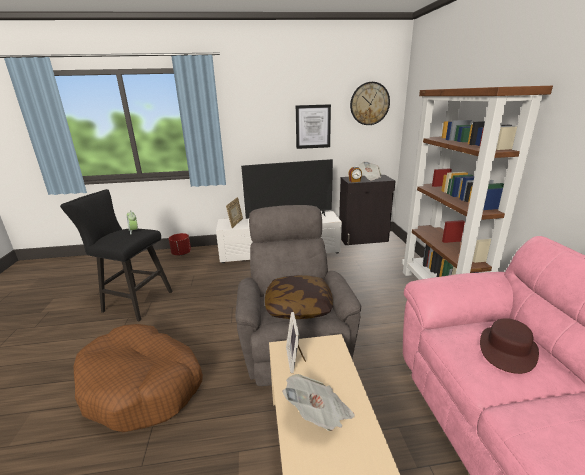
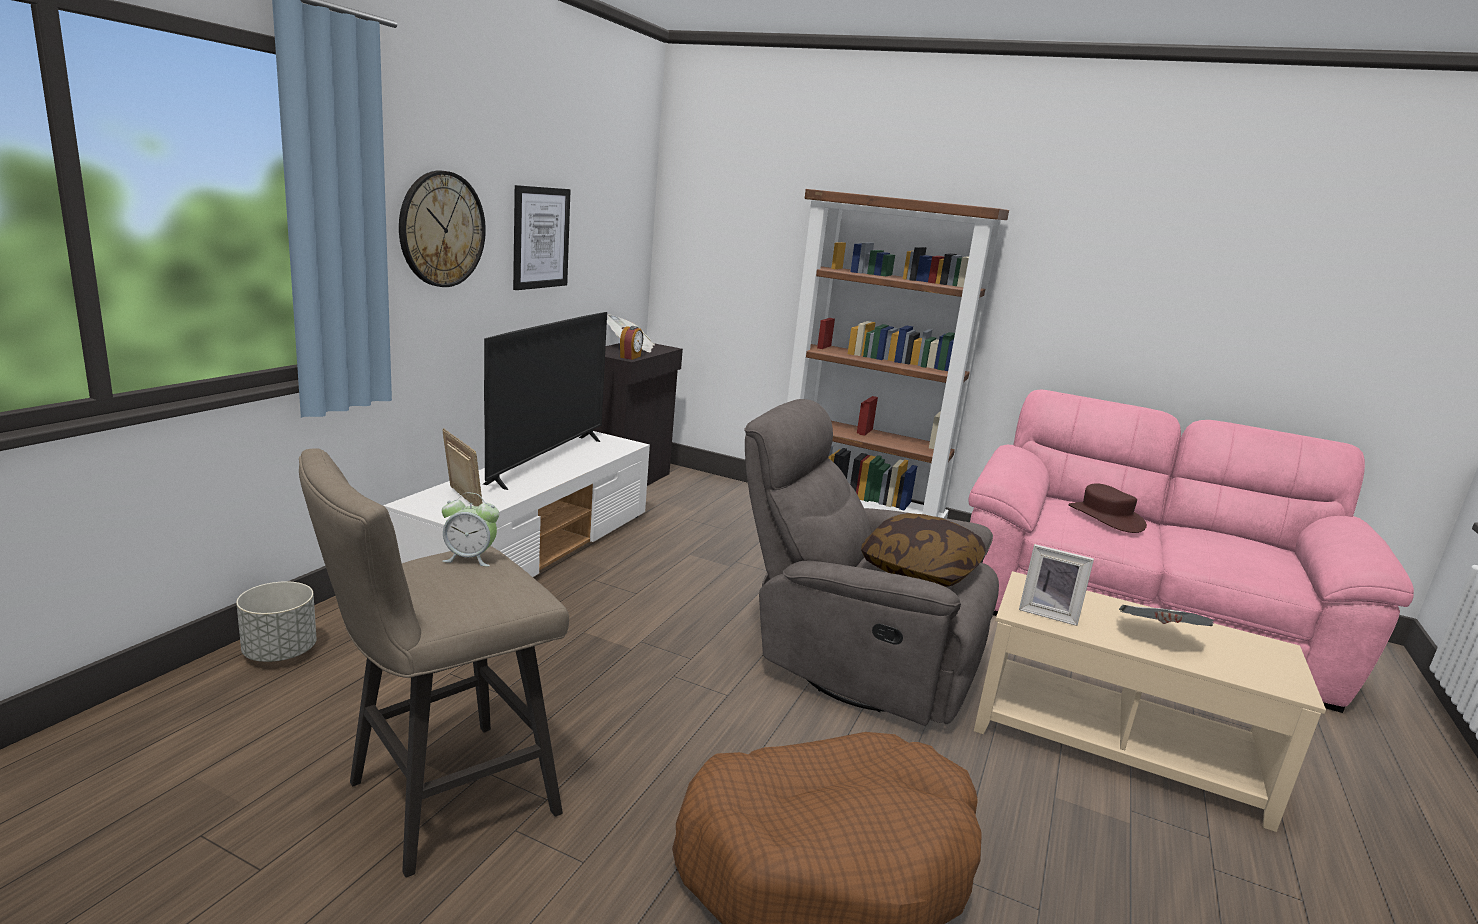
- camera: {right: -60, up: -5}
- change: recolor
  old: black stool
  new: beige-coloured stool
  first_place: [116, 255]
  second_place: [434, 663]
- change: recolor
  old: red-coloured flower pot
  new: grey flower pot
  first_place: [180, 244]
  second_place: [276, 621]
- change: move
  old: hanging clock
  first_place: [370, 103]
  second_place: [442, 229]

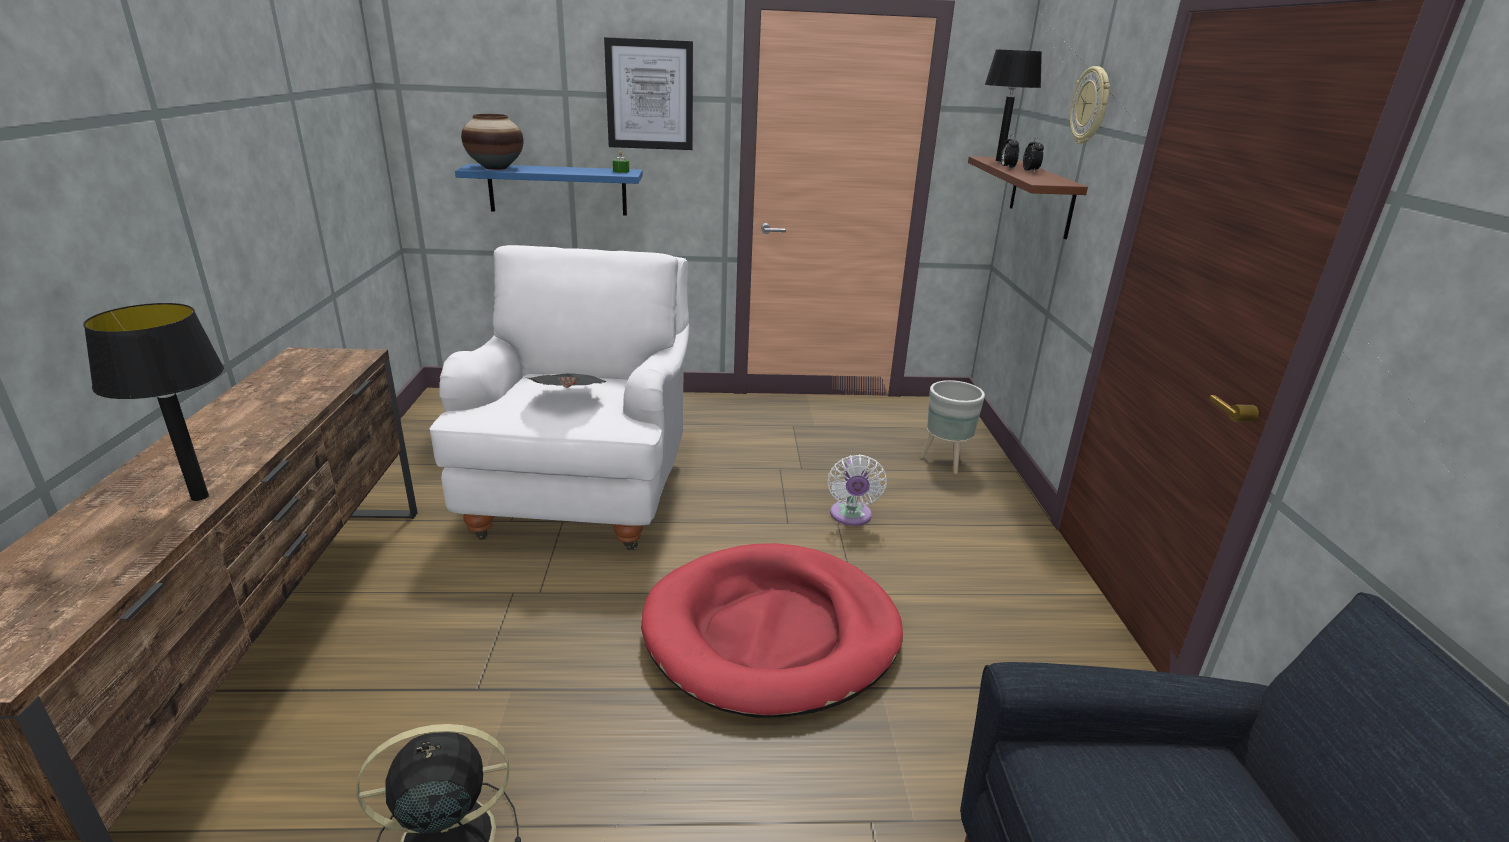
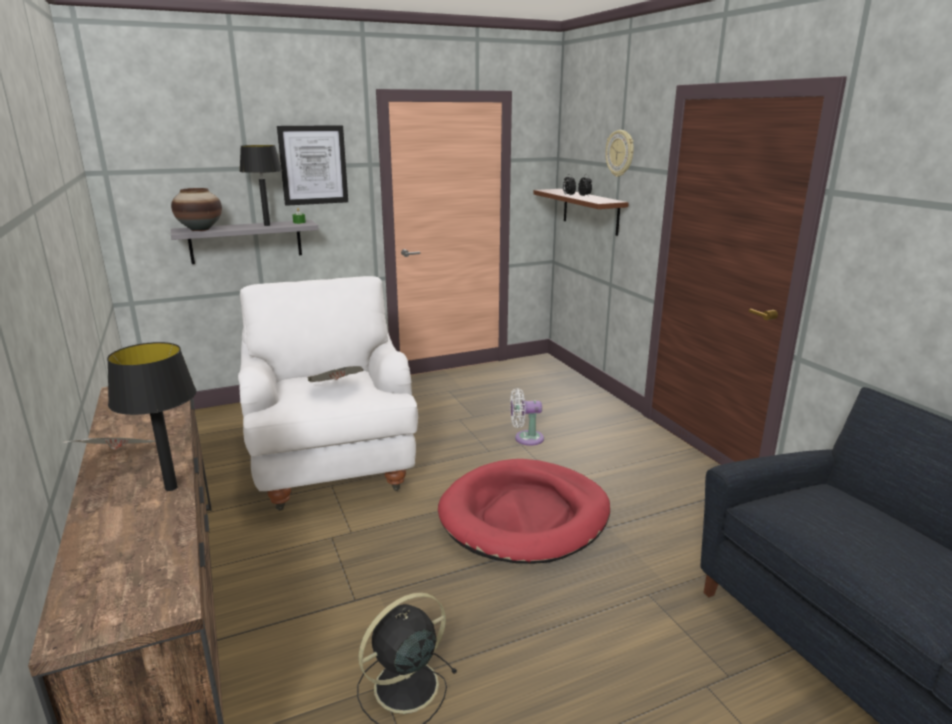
- camera: {right: -20, up: -5}
- change: recolor
  old: blue-coloured bracket shelf
  new: grey bracket shelf
  first_place: [549, 190]
  second_place: [245, 242]
- change: rotate
  old: white electric fan
  first_place: [857, 490]
  second_place: [527, 417]
  degrees: 105
- change: delete
  old: grey flower pot
  first_place: [952, 427]
- change: move
  old: black lamp for a table
  first_place: [1013, 105]
  second_place: [260, 185]
- change: insert
  new: daily paper
  second_place: [109, 444]

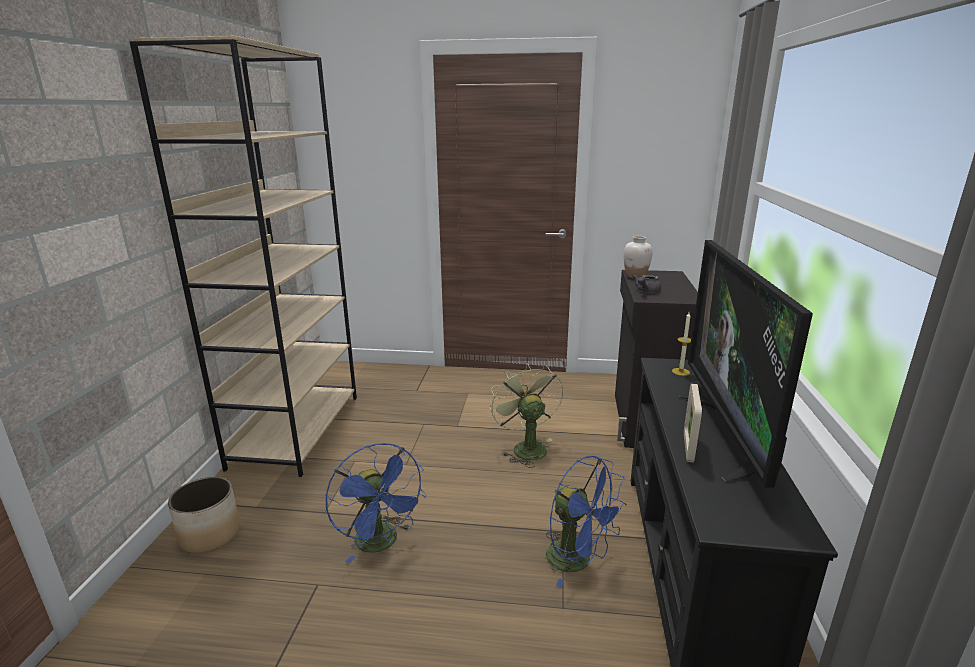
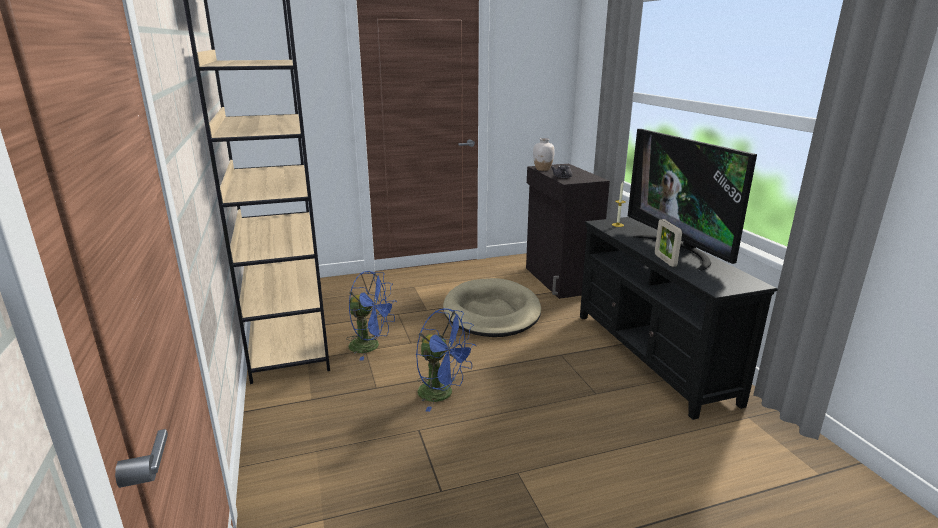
- camera: {right: -25, up: 0}
- change: delete
  old: flower pot
  first_place: [204, 515]
- change: replace
  old: green electric fan
  new: beige-coloured dog cushion
  first_place: [526, 415]
  second_place: [492, 307]
- change: move
  old: blue-coloured electric fan
  first_place: [586, 522]
  second_place: [371, 316]

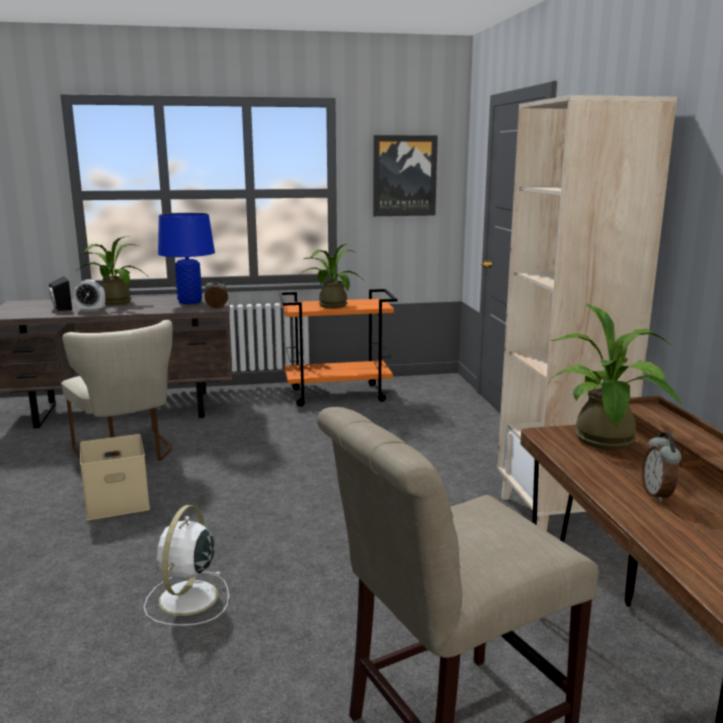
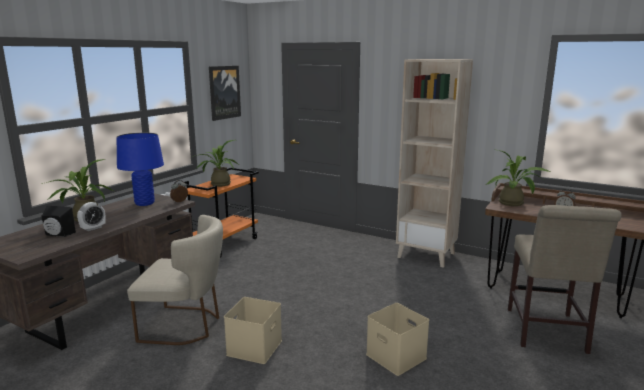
- camera: {right: -50, up: 0}
- change: replace
  old: white electric fan
  new: beige-coloured storage bin
  first_place: [186, 565]
  second_place: [397, 339]

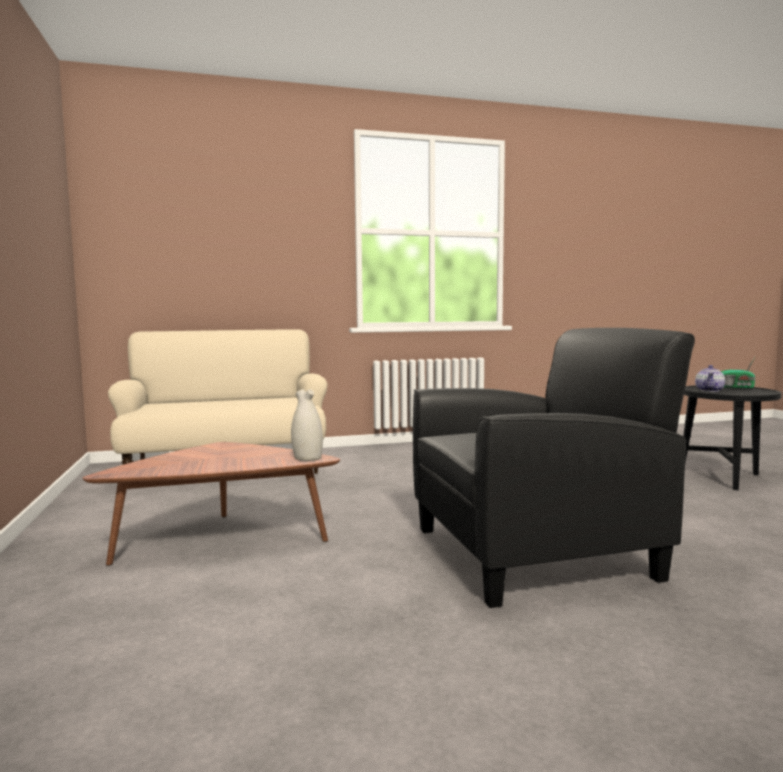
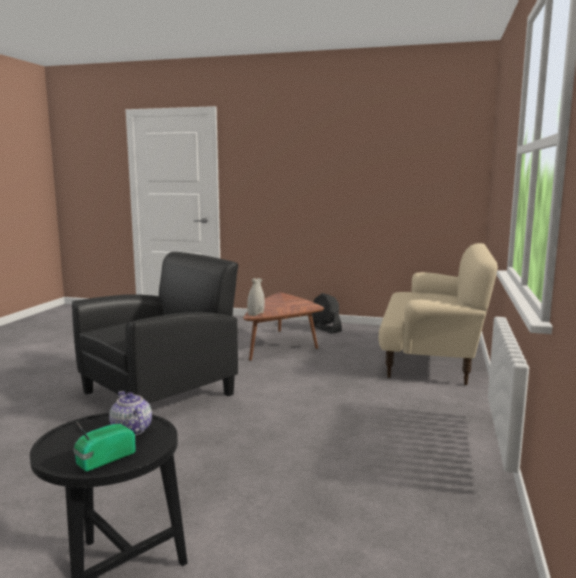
- camera: {right: 120, up: 5}
- change: rotate
  old: black lounge chair
  first_place: [554, 468]
  second_place: [155, 327]
  degrees: -150
- change: insert
  new: black electric fan
  second_place: [327, 313]

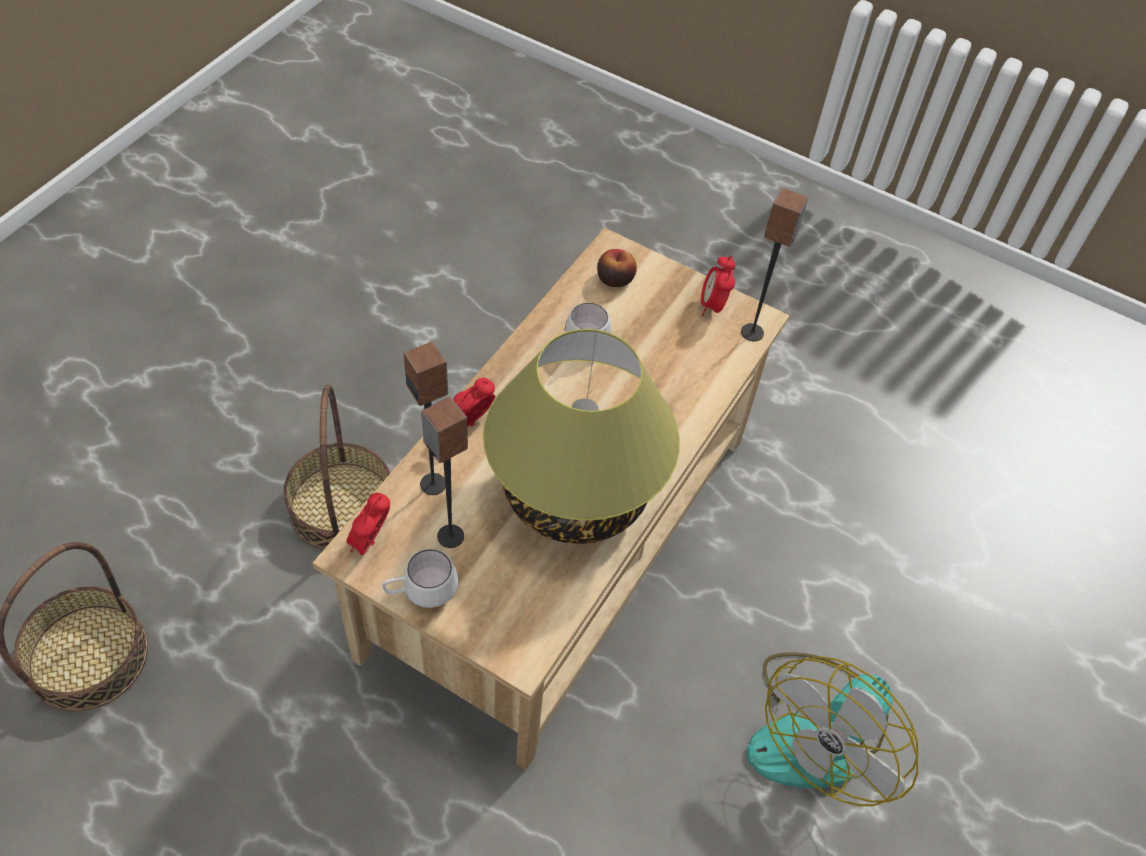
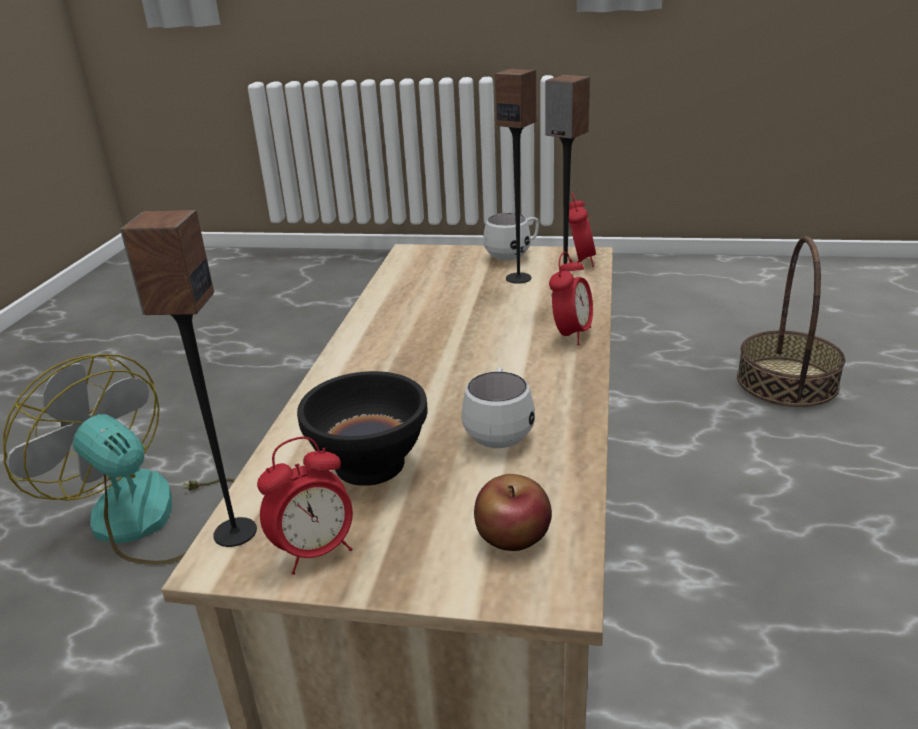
- camera: {right: 165, up: -25}
- change: delete
  old: basket
  first_place: [337, 467]
- change: delete
  old: lamp for a table
  first_place: [581, 436]
- change: rotate
  old: bedside clock
  first_place: [718, 286]
  second_place: [305, 506]
  degrees: 75
- change: rotate
  old: electric fan
  first_place: [832, 729]
  second_place: [119, 459]
  degrees: -75
- change: insert
  new: black deep dish
  second_place: [362, 428]

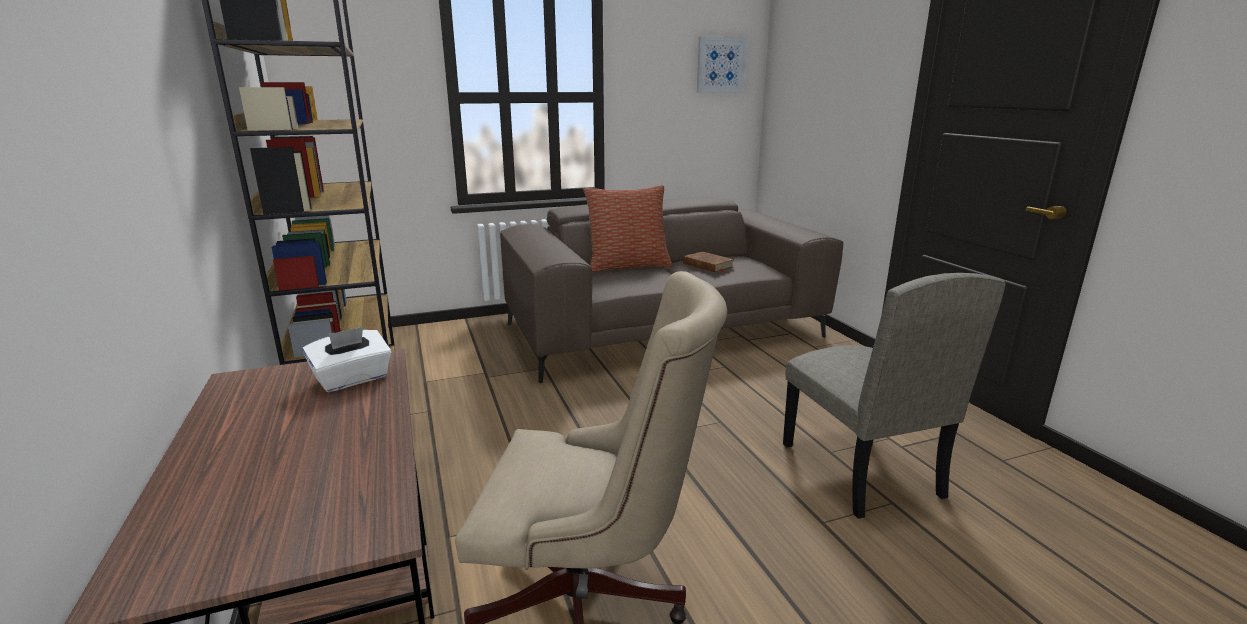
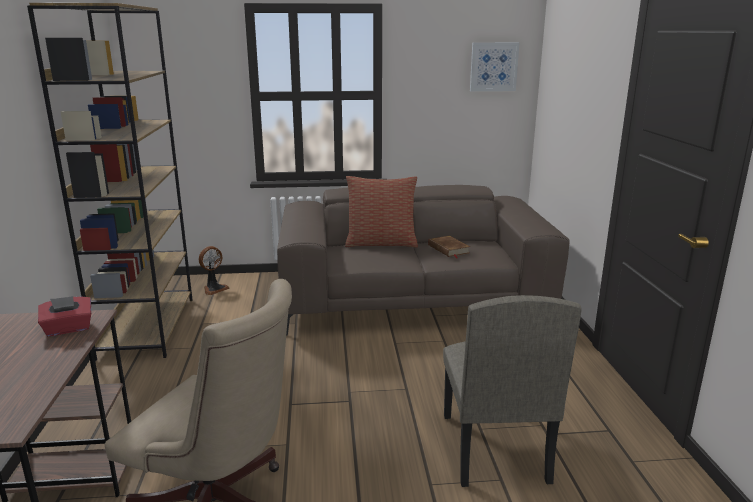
- camera: {right: 15, up: 0}
- change: recolor
  old: white tissue box
  new: red-coloured tissue box
  first_place: [347, 359]
  second_place: [64, 316]
- change: insert
  new: electric fan
  second_place: [214, 270]

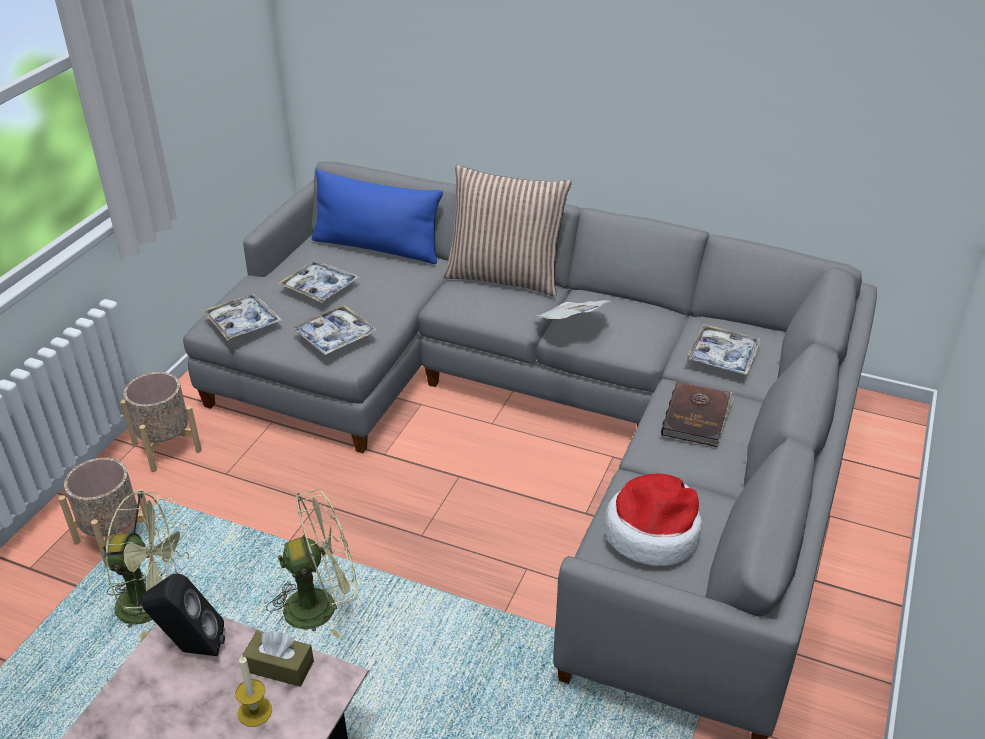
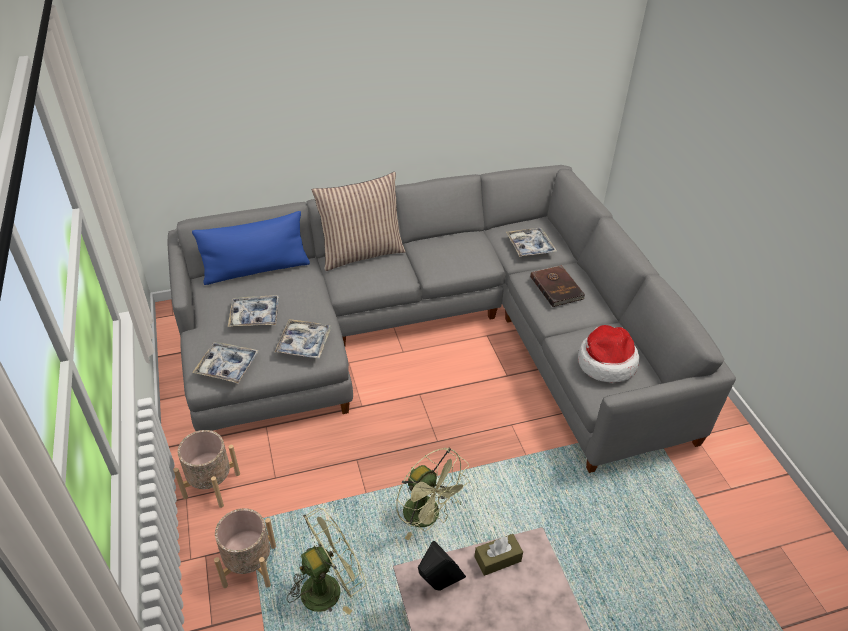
- camera: {right: -40, up: 5}
- change: delete
  old: wax candle
  first_place: [253, 690]
- change: rotate
  old: green electric fan
  first_place: [312, 564]
  second_place: [433, 493]
  degrees: 105
- change: delete
  old: daily paper
  first_place: [573, 309]

